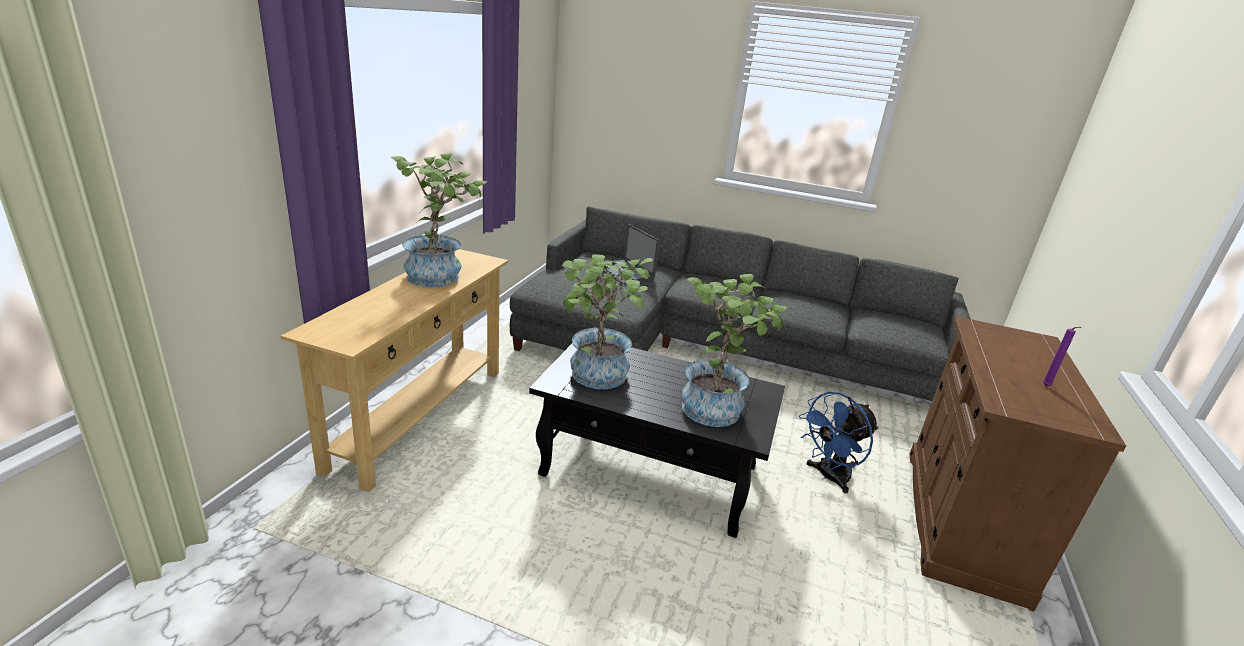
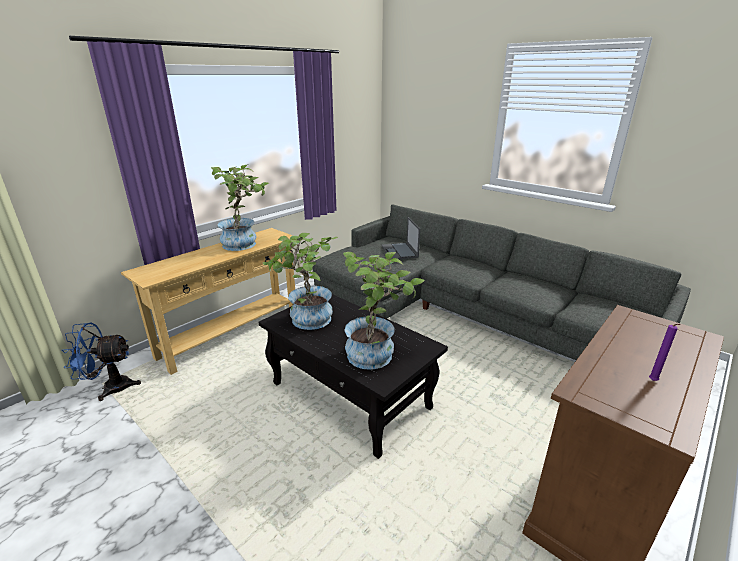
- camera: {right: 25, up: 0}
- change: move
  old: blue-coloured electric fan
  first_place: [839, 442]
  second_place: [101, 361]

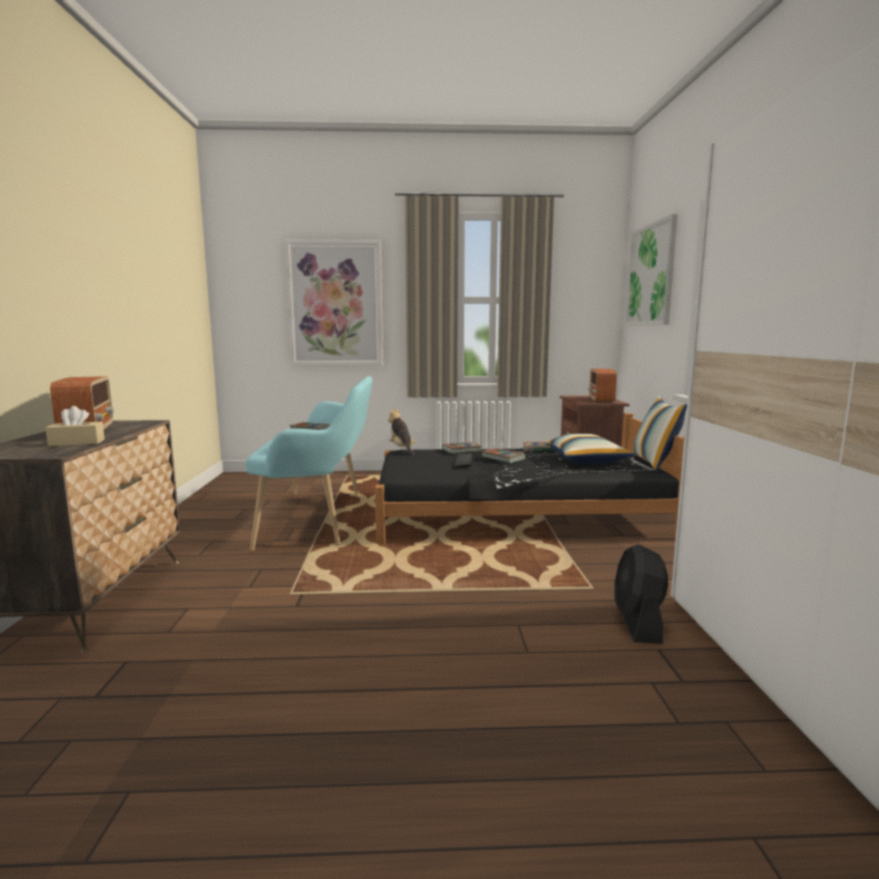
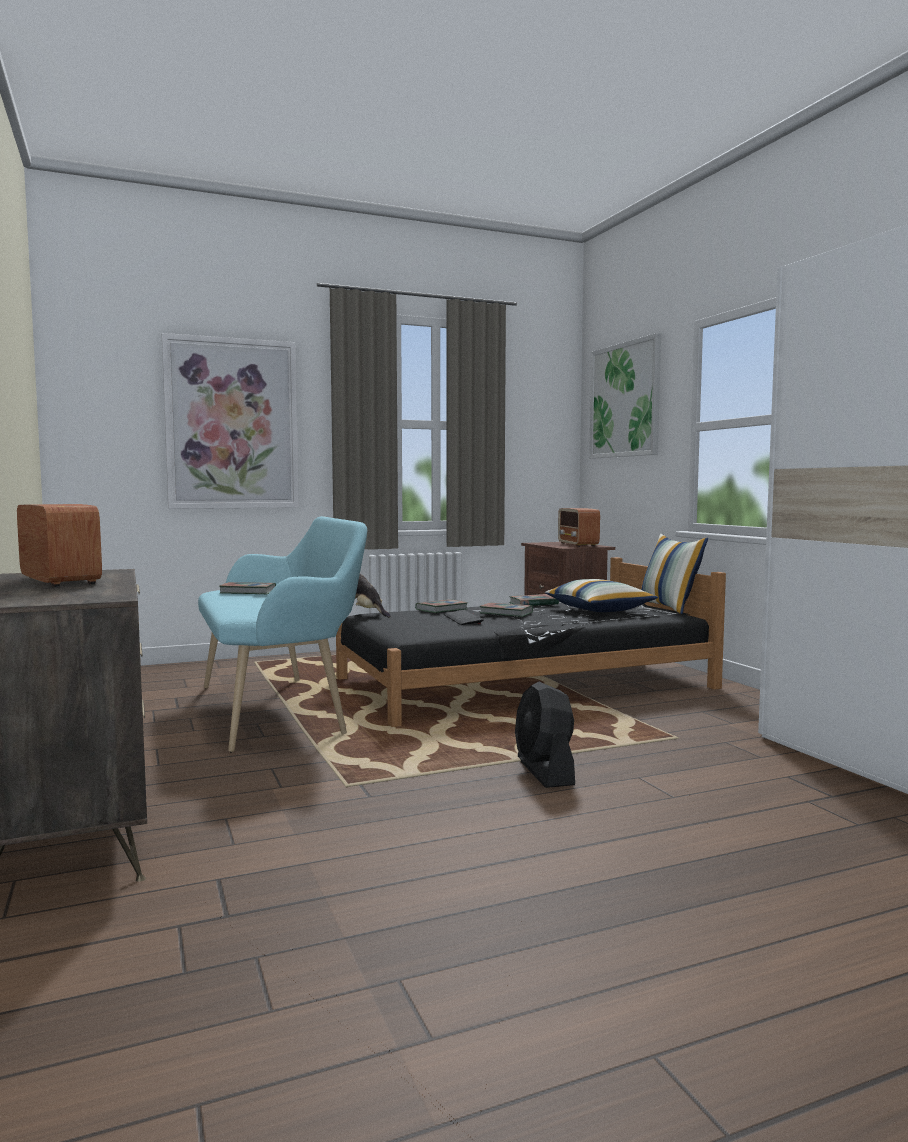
- camera: {right: -20, up: -5}
- change: delete
  old: beige-coloured tissue box
  first_place: [75, 426]
- change: move
  old: black electric fan
  first_place: [641, 594]
  second_place: [545, 735]

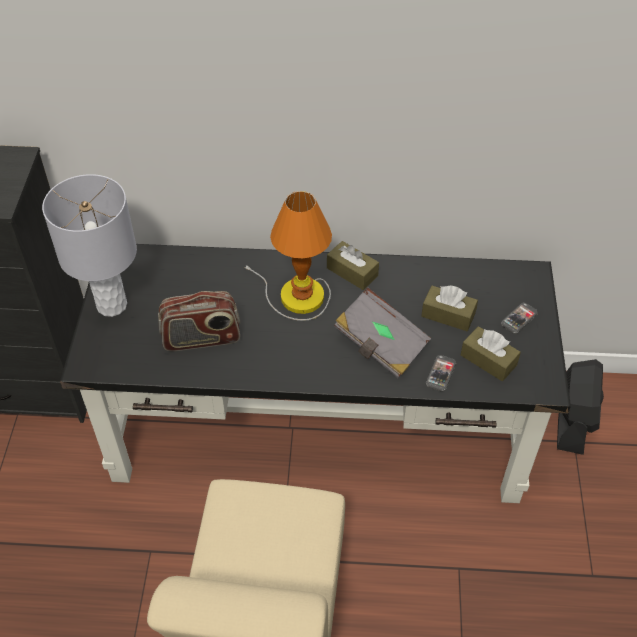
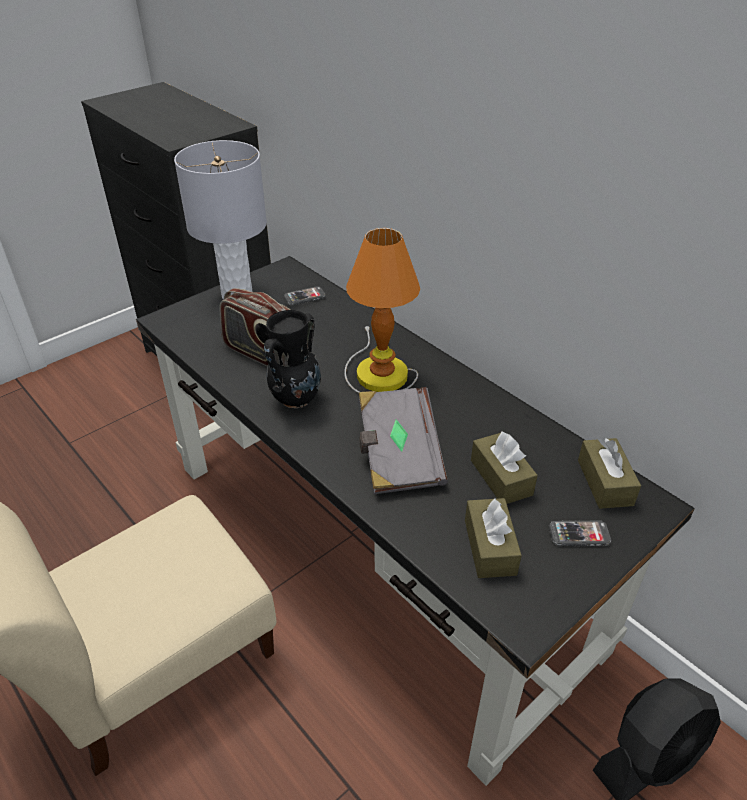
- camera: {right: 45, up: -10}
- change: move
  old: brown-coloured tissue box
  first_place: [353, 265]
  second_place: [609, 473]
- change: move
  old: handset
  first_place: [440, 373]
  second_place: [305, 296]
- change: insert
  new: black vase
  second_place: [292, 359]

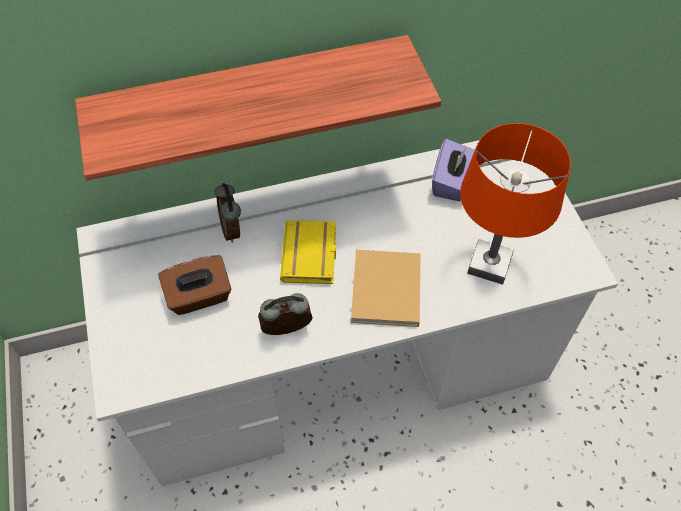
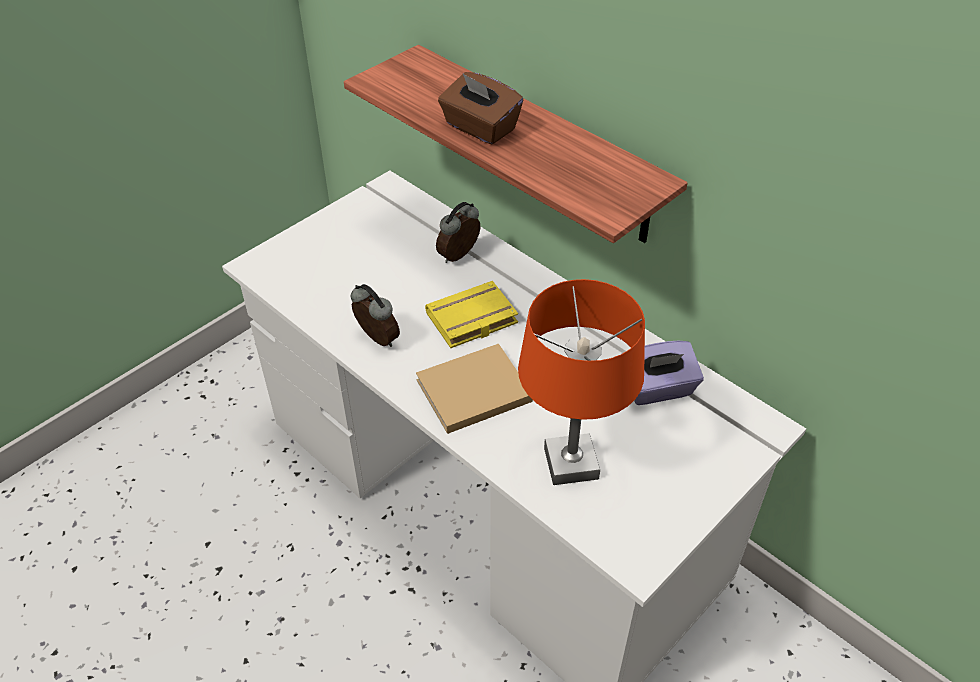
- camera: {right: 60, up: -10}
- change: move
  old: brown-coloured tissue box
  first_place: [194, 285]
  second_place: [480, 108]

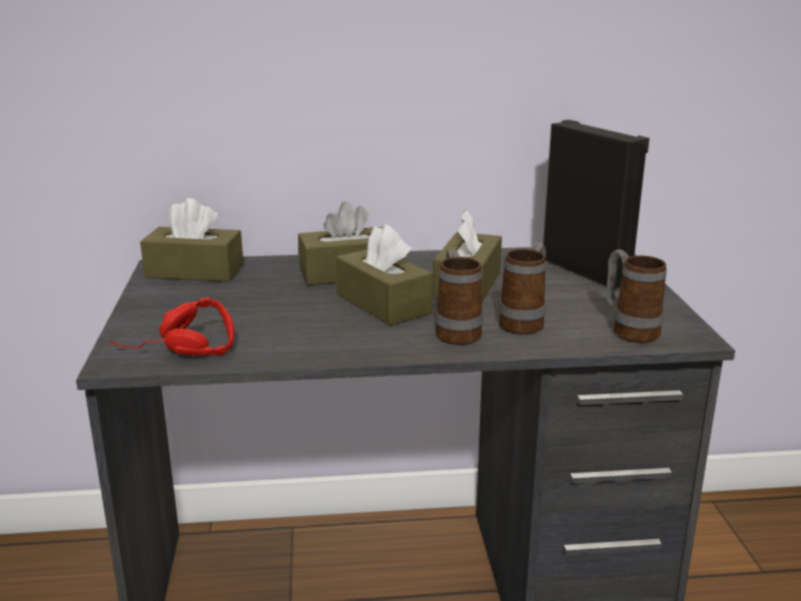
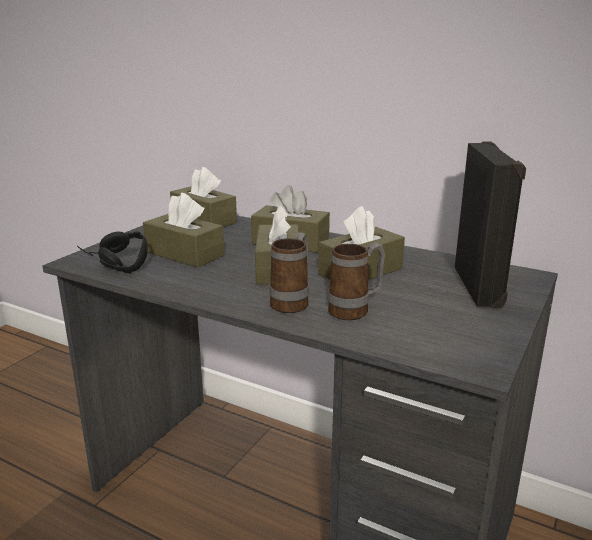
- camera: {right: 35, up: 0}
- change: recolor
  old: red-coloured pair of headphones
  new: black pair of headphones
  first_place: [171, 326]
  second_place: [112, 253]
- change: delete
  old: tea mug
  first_place: [636, 296]
- change: insert
  new: brown-coloured tissue box
  second_place: [183, 230]

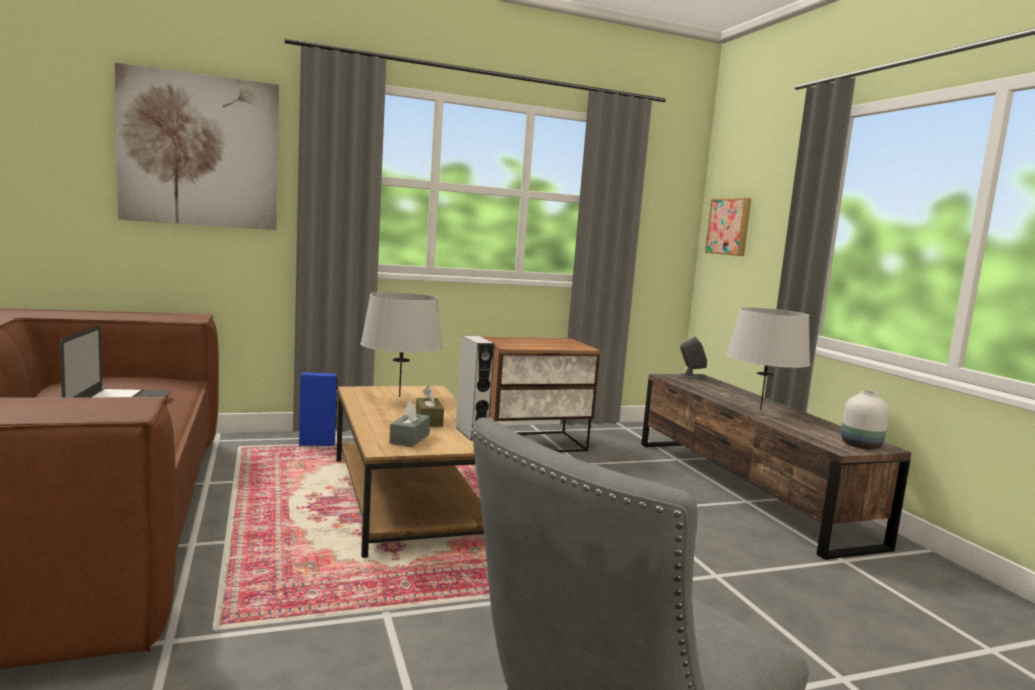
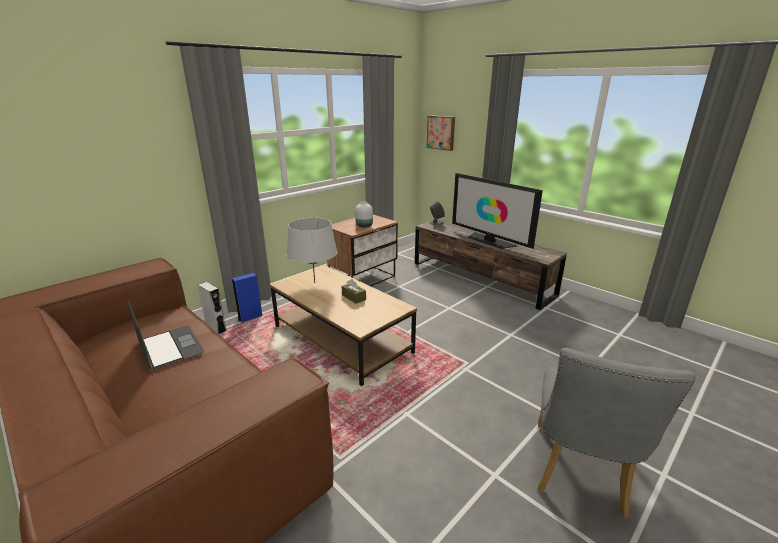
- camera: {right: -25, up: 15}
- change: delete
  old: wall art
  first_place: [197, 146]
- change: delete
  old: grey tissue box
  first_place: [409, 424]
- change: move
  old: grey loudspeaker
  first_place: [475, 388]
  second_place: [212, 308]
- change: replace
  old: grey lamp for a table
  new: TV
  first_place: [768, 358]
  second_place: [497, 211]
- change: move
  old: white vase
  first_place: [865, 420]
  second_place: [364, 214]

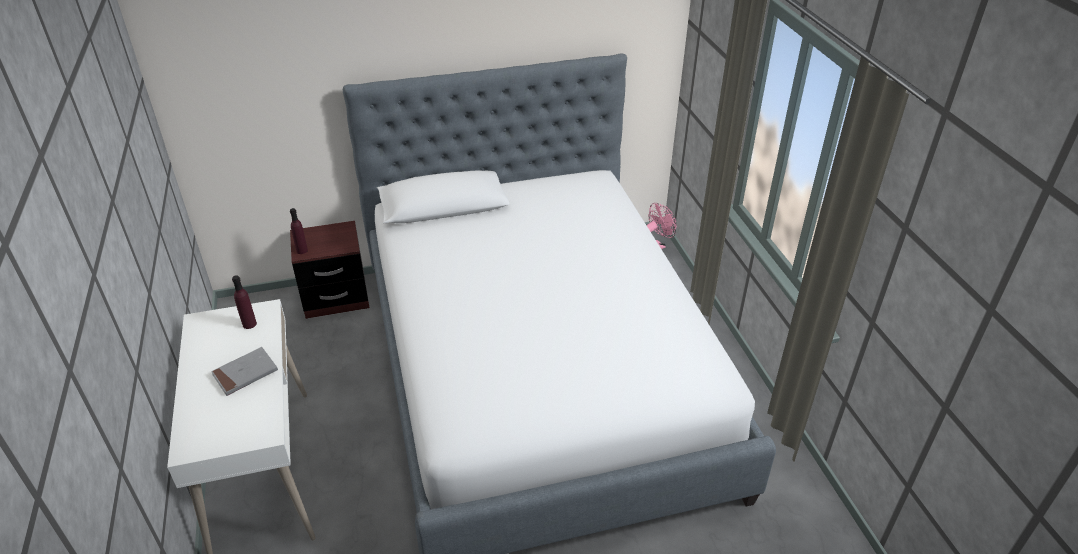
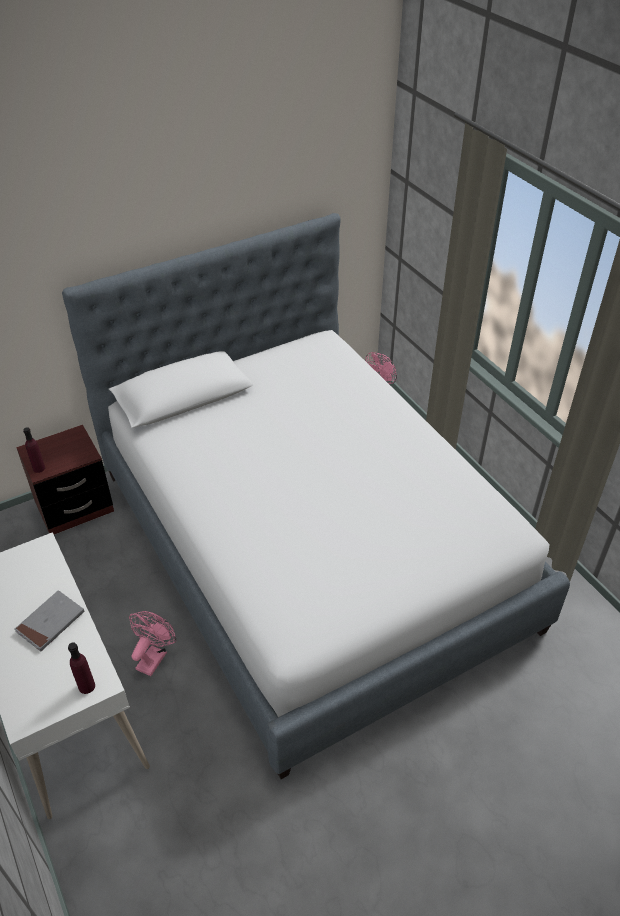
- camera: {right: -15, up: 5}
- change: move
  old: purple-coloured beverage bottle
  first_place: [244, 302]
  second_place: [81, 668]
- change: insert
  new: pink-coloured electric fan
  second_place: [152, 643]

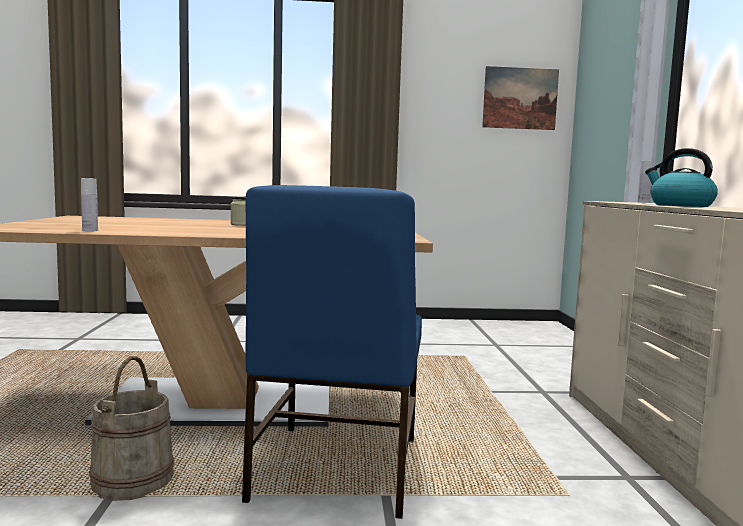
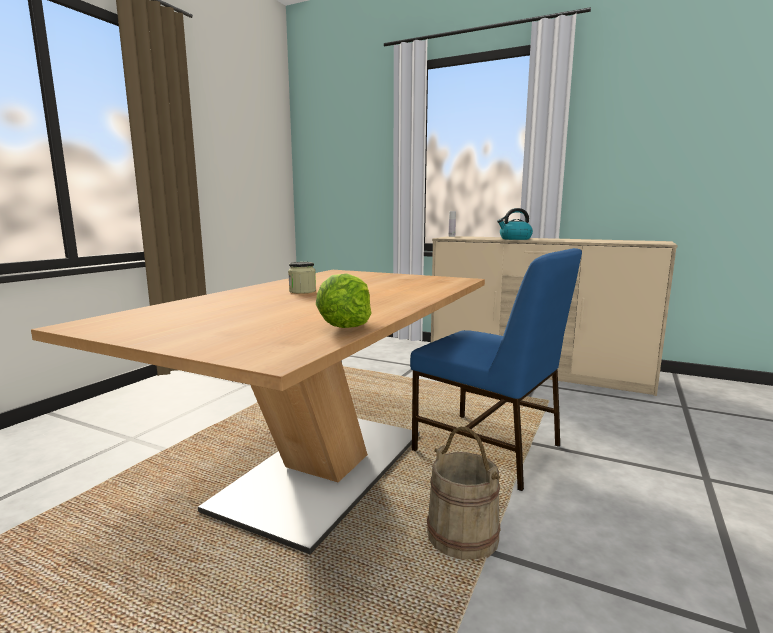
- camera: {right: -60, up: 5}
- change: replace
  old: white beverage bottle
  new: lettuce head
  first_place: [89, 204]
  second_place: [344, 301]
- change: delete
  old: wall art
  first_place: [520, 98]

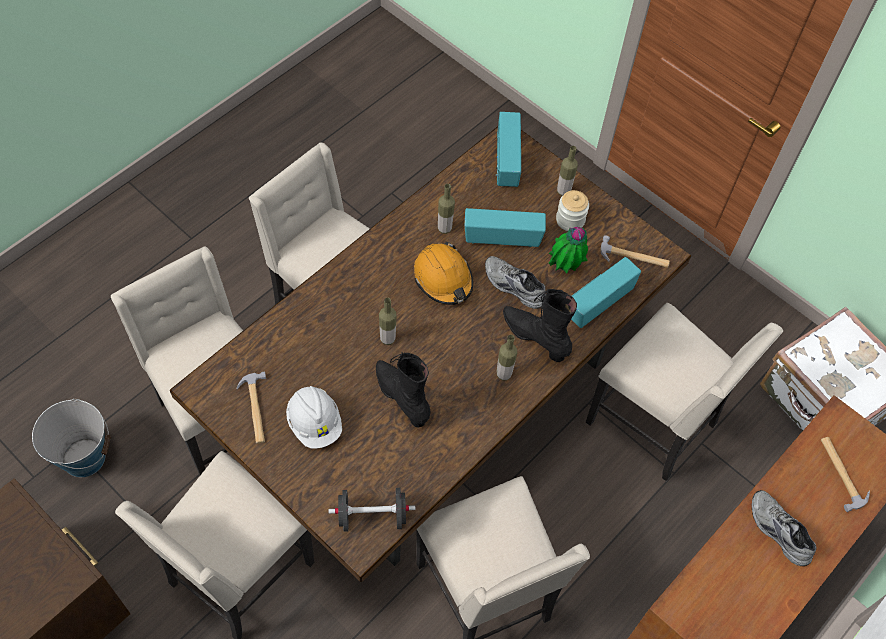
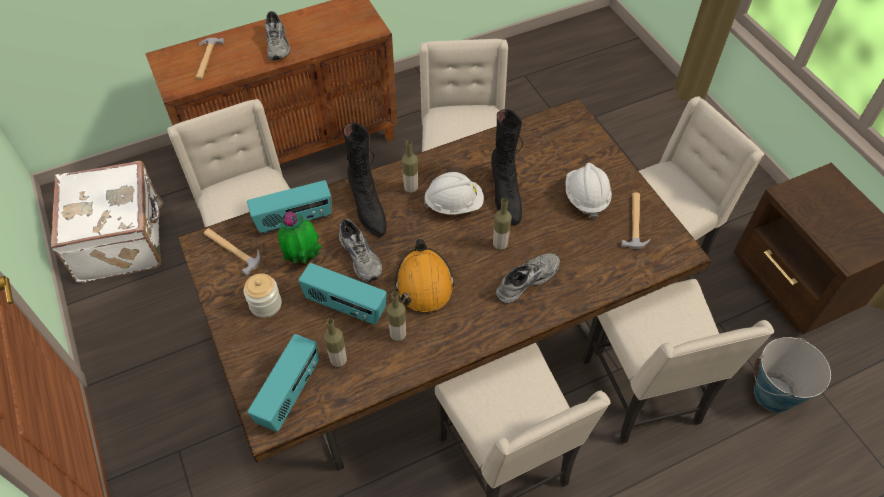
- camera: {right: -155, up: -5}
- change: delete
  old: black dumbbell
  first_place: [371, 510]
- change: move
  old: beverage bottle
  first_place: [567, 171]
  second_place: [335, 343]
- change: insert
  new: white hard hat
  second_place: [454, 193]
- change: insert
  new: grey low shoe
  second_place: [528, 278]

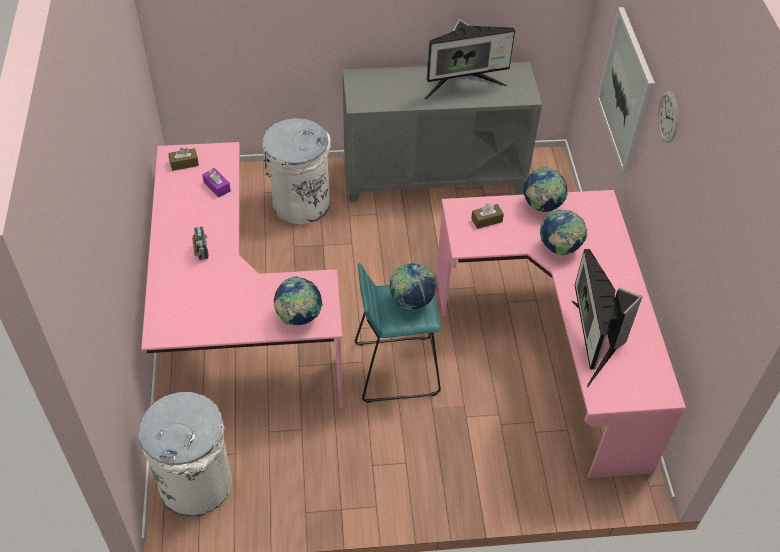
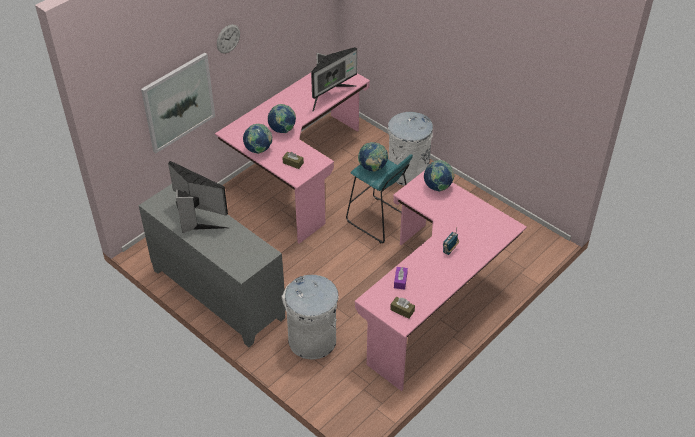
- camera: {right: -130, up: -5}
- change: move
  old: white rubbish bin
  first_place: [185, 454]
  second_place: [410, 149]

